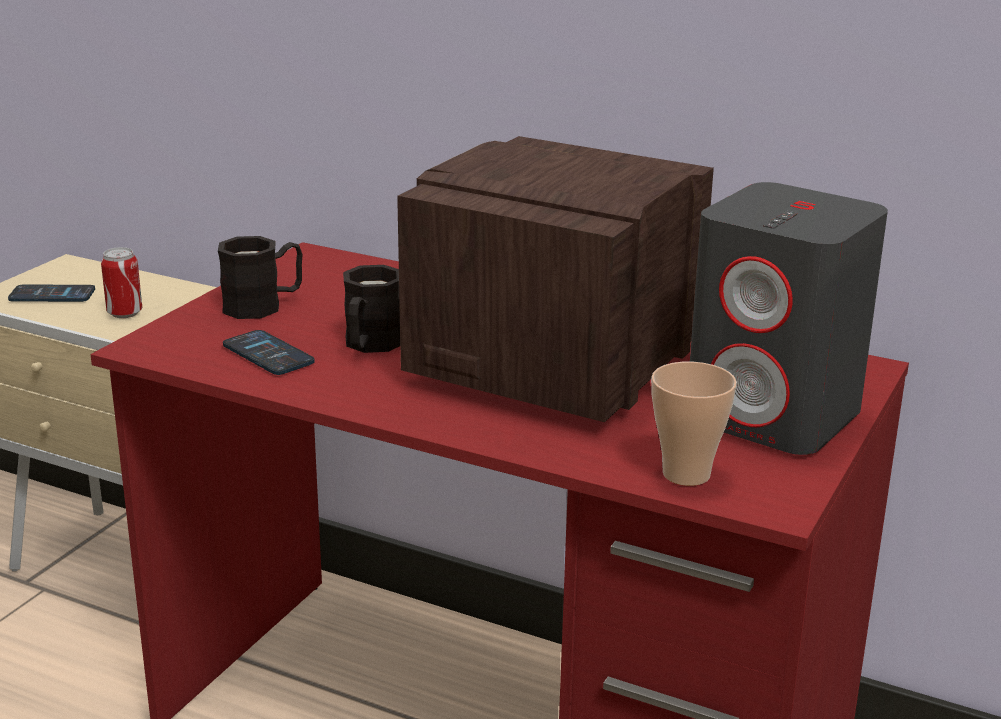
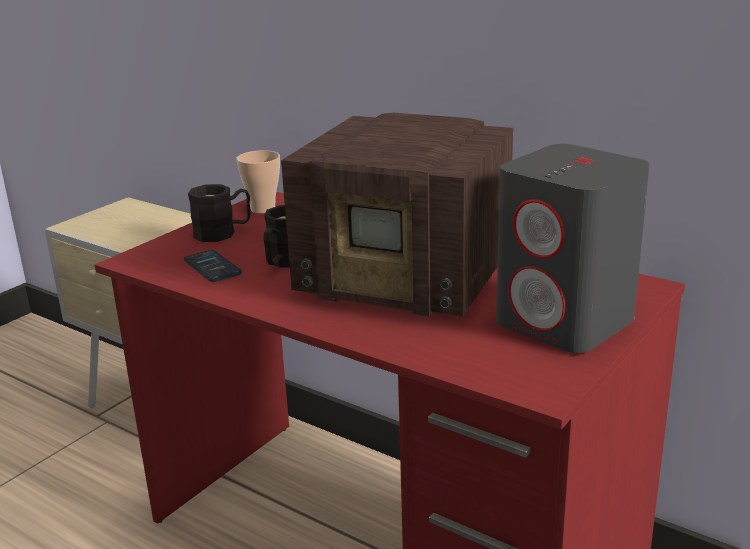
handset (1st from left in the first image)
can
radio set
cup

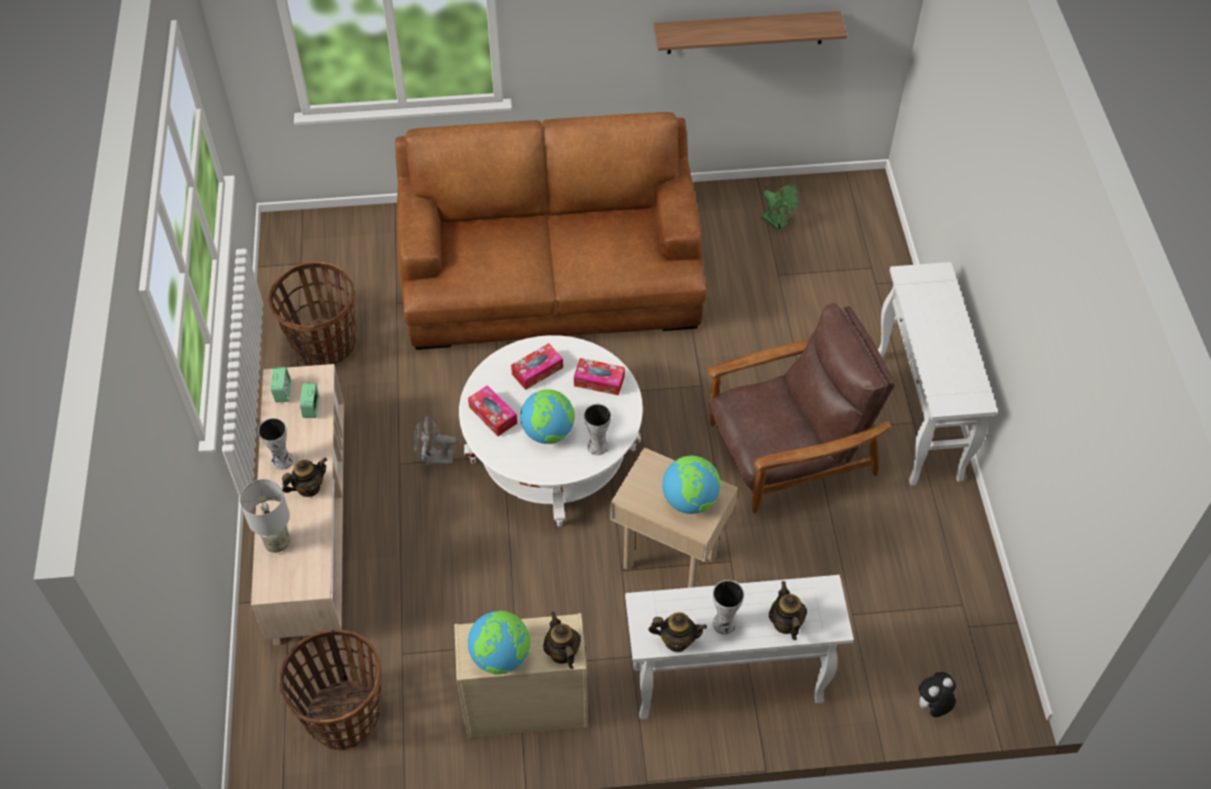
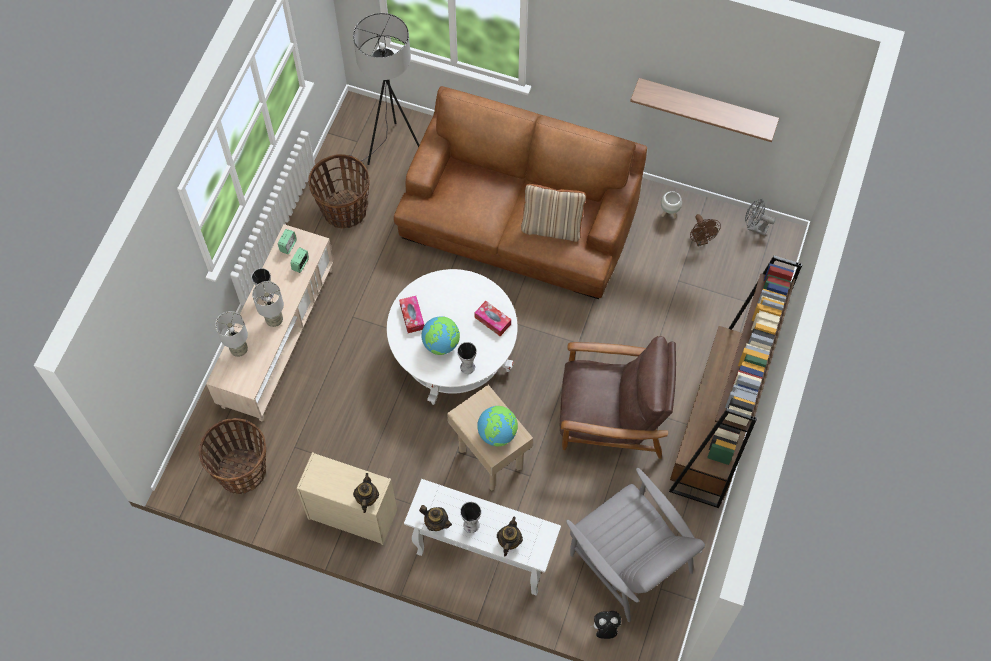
gray lamp for a table (2nd from left)
gray fan
globe (1st from left in the first image)
tissue box (2nd from left in the first image)
brown-coloured fan
brown-coloured bookshelf
gray standard lamp
sand-coloured pillow
gray armchair
white-coloured flower pot

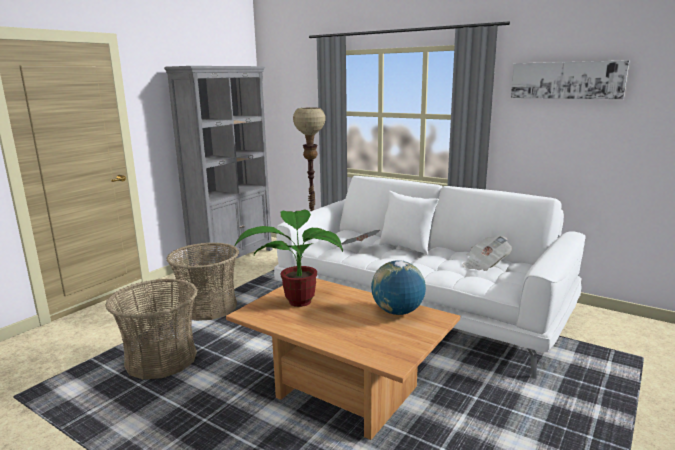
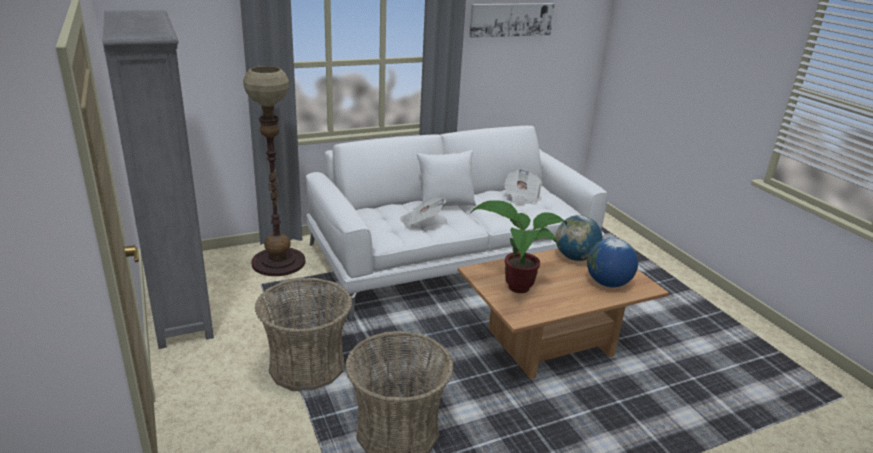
globe (2nd from left)

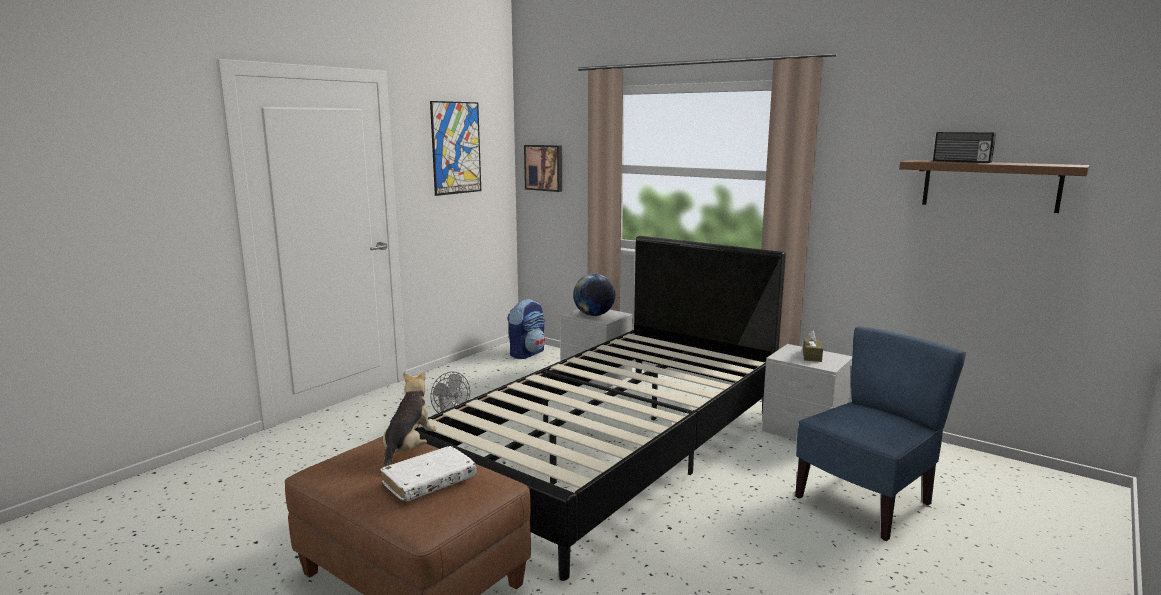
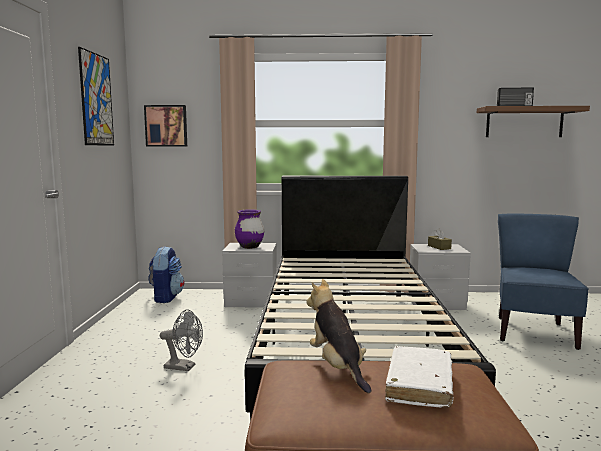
purple vase

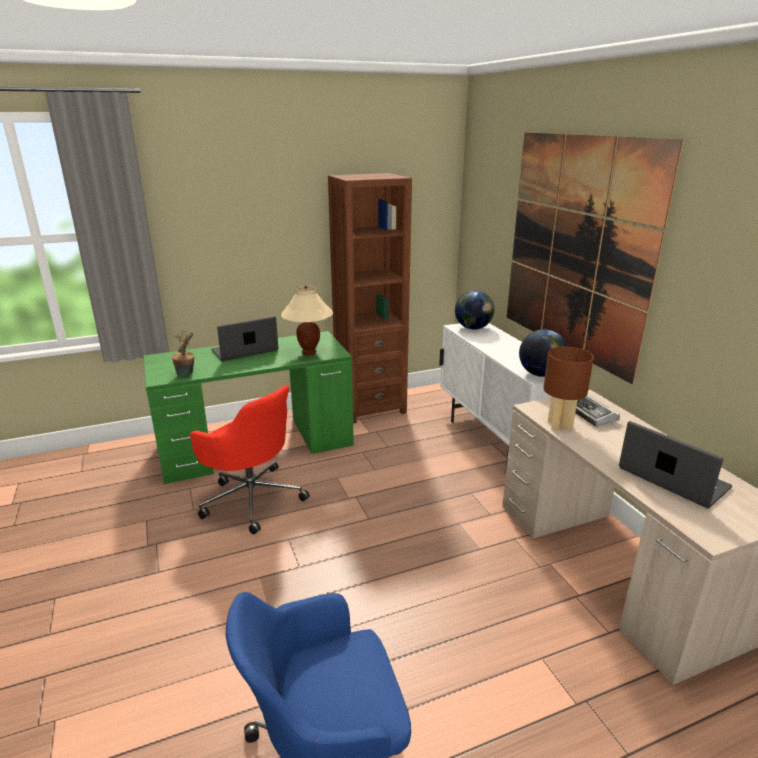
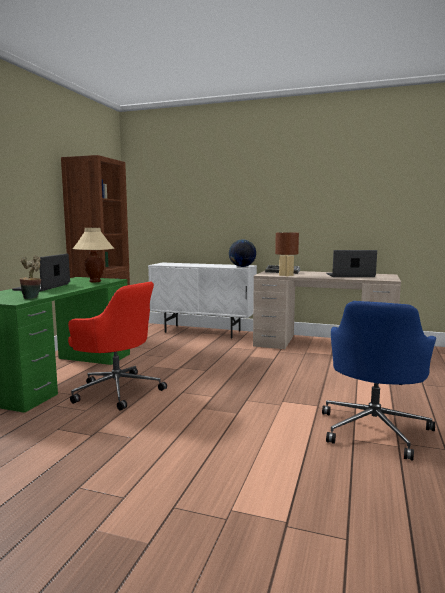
reddish office chair
globe (1st from left in the first image)
picture

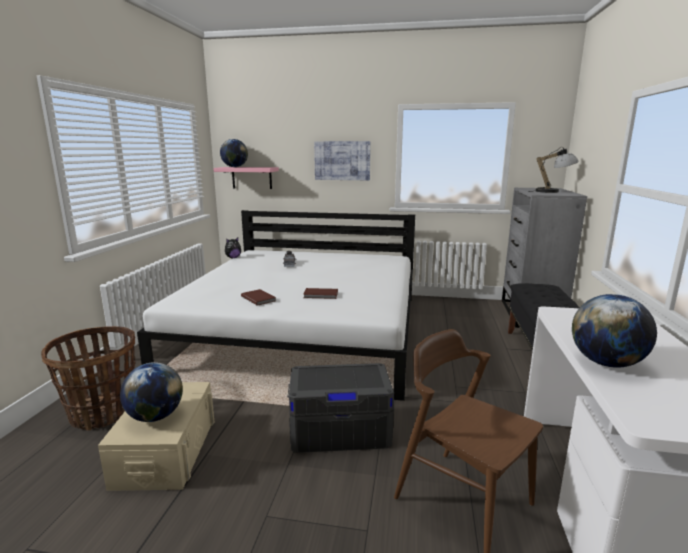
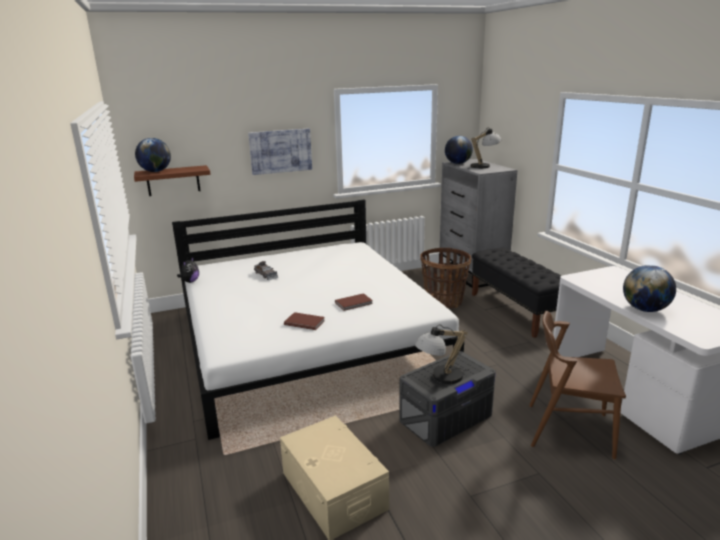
storage basket
globe (2nd from left)
brown-coloured shelf
lamp for a table (1st from left)

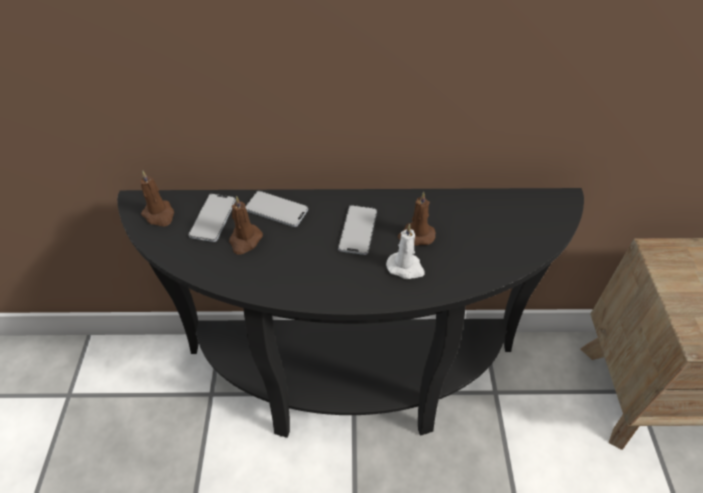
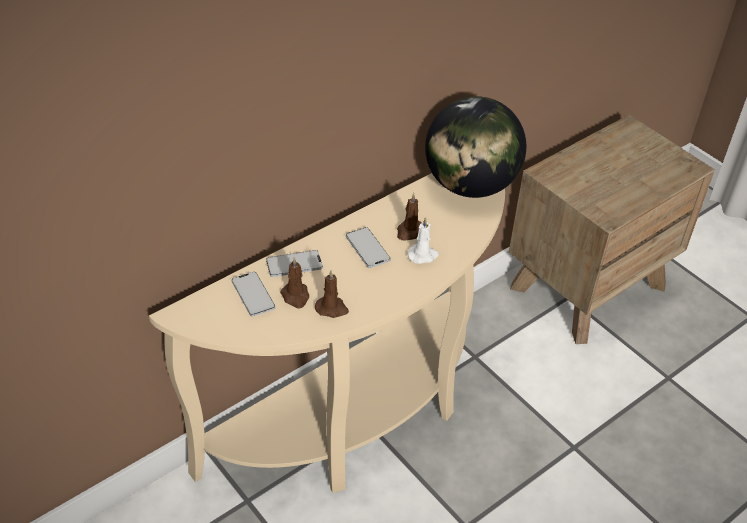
sand-coloured console table
brown-coloured candle (2nd from left)
globe

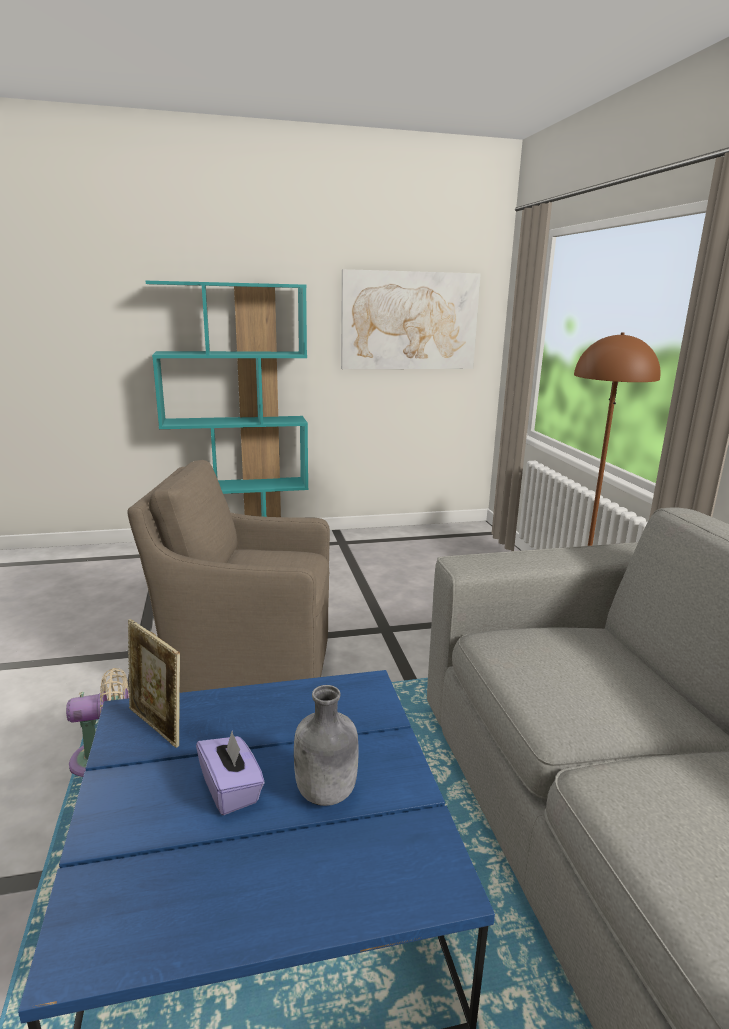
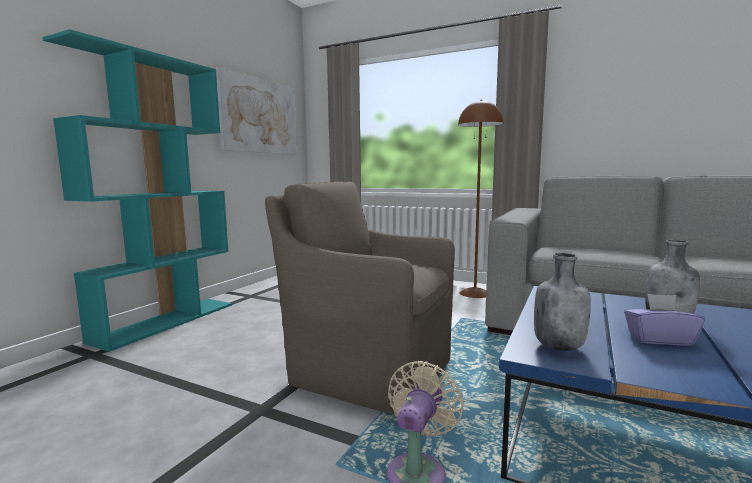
brown-coloured armchair
gray drink bottle (1st from left)

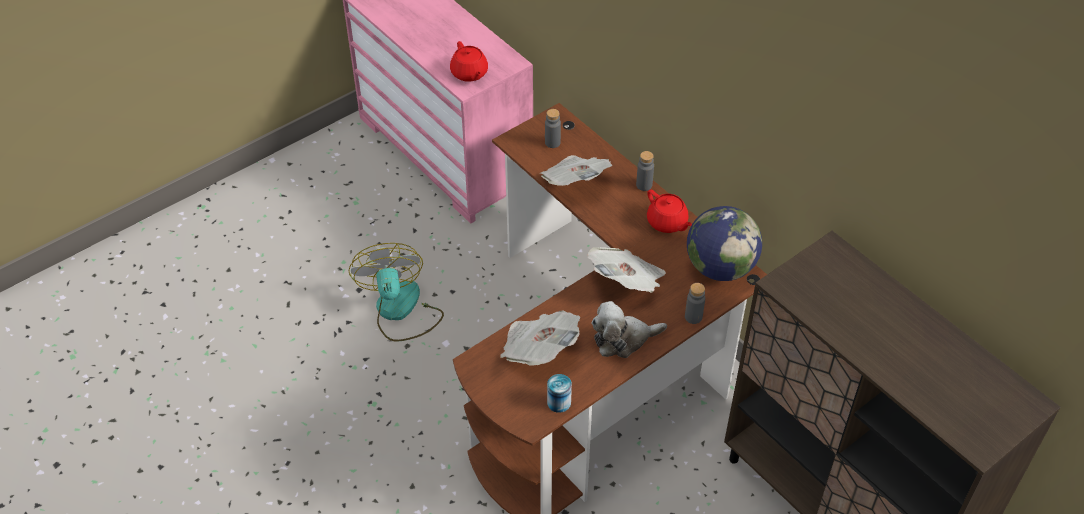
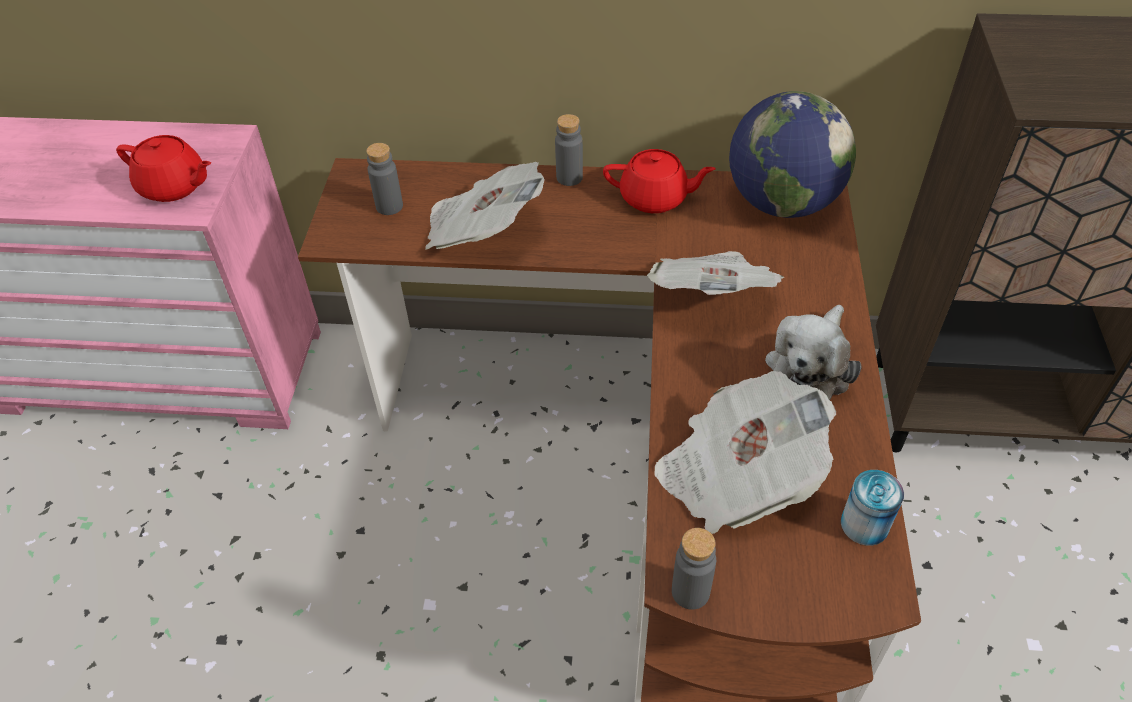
fan
gray drink bottle (3rd from left)

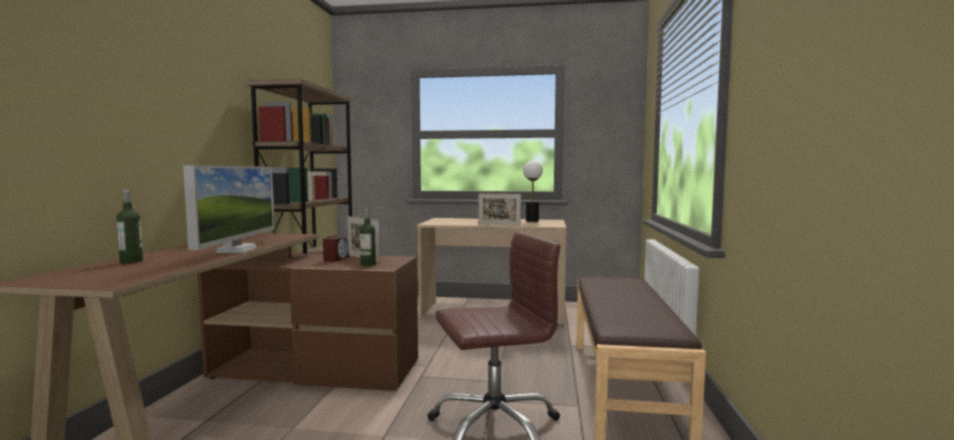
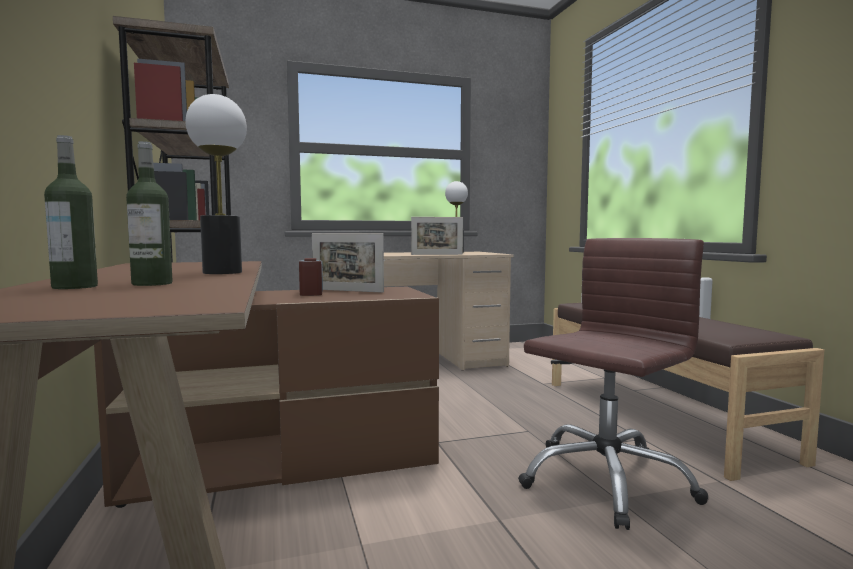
lamp for a table (1st from left)
drink bottle (2nd from left)

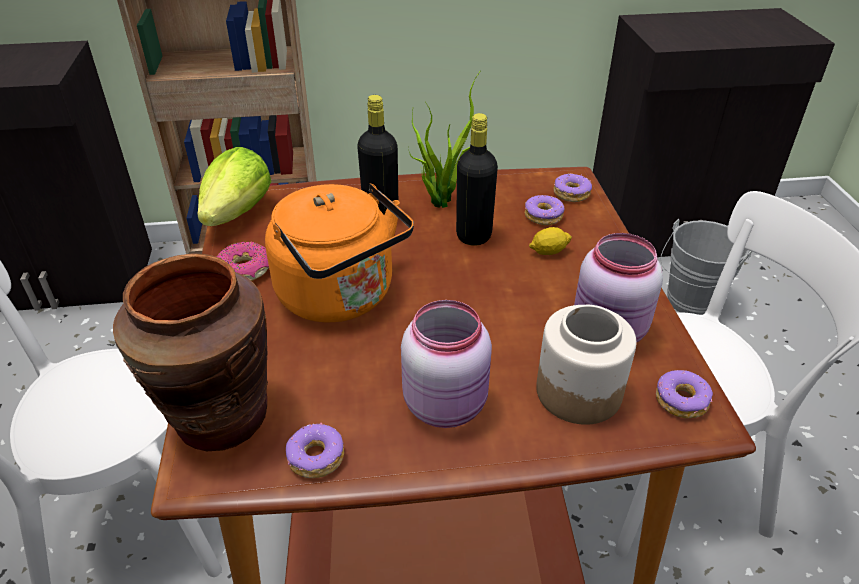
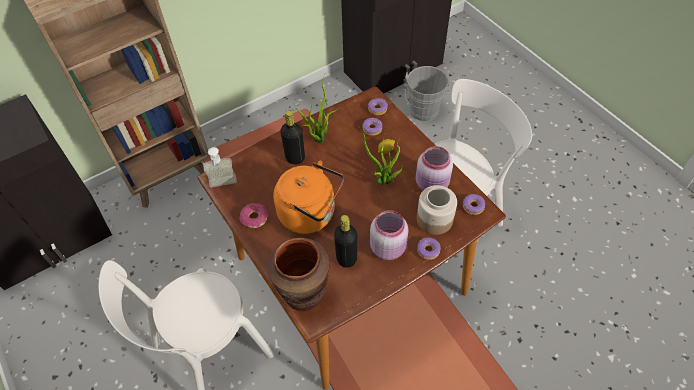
liquid soap bottle
donut (4th from left)
blackish drink bottle (2nd from left)
houseplant (2nd from left)

